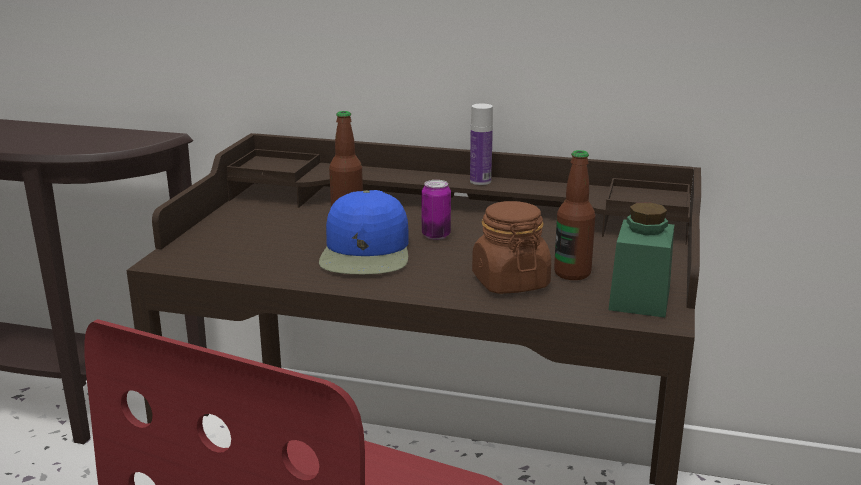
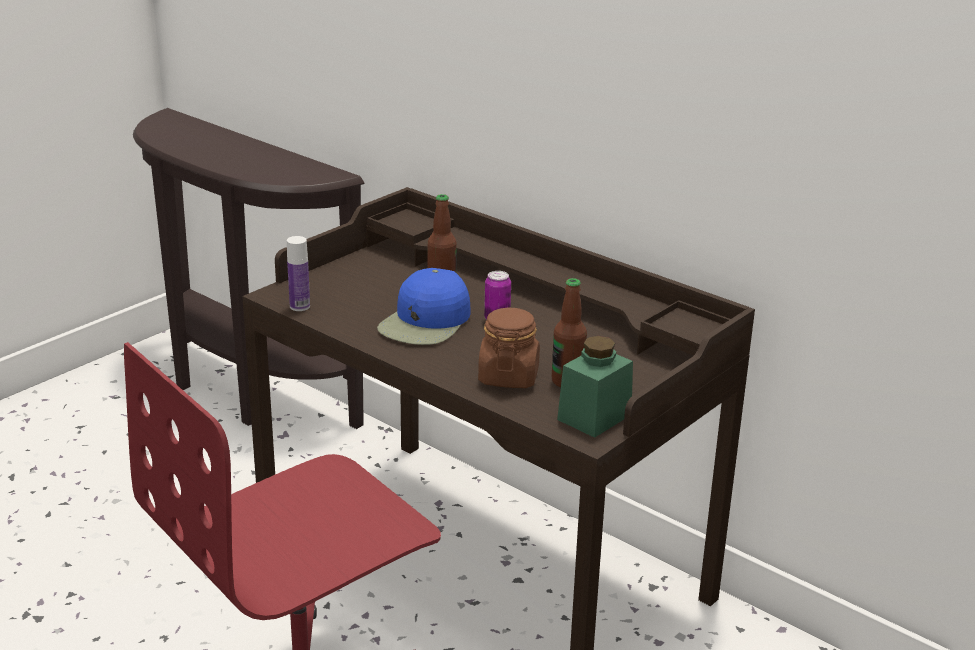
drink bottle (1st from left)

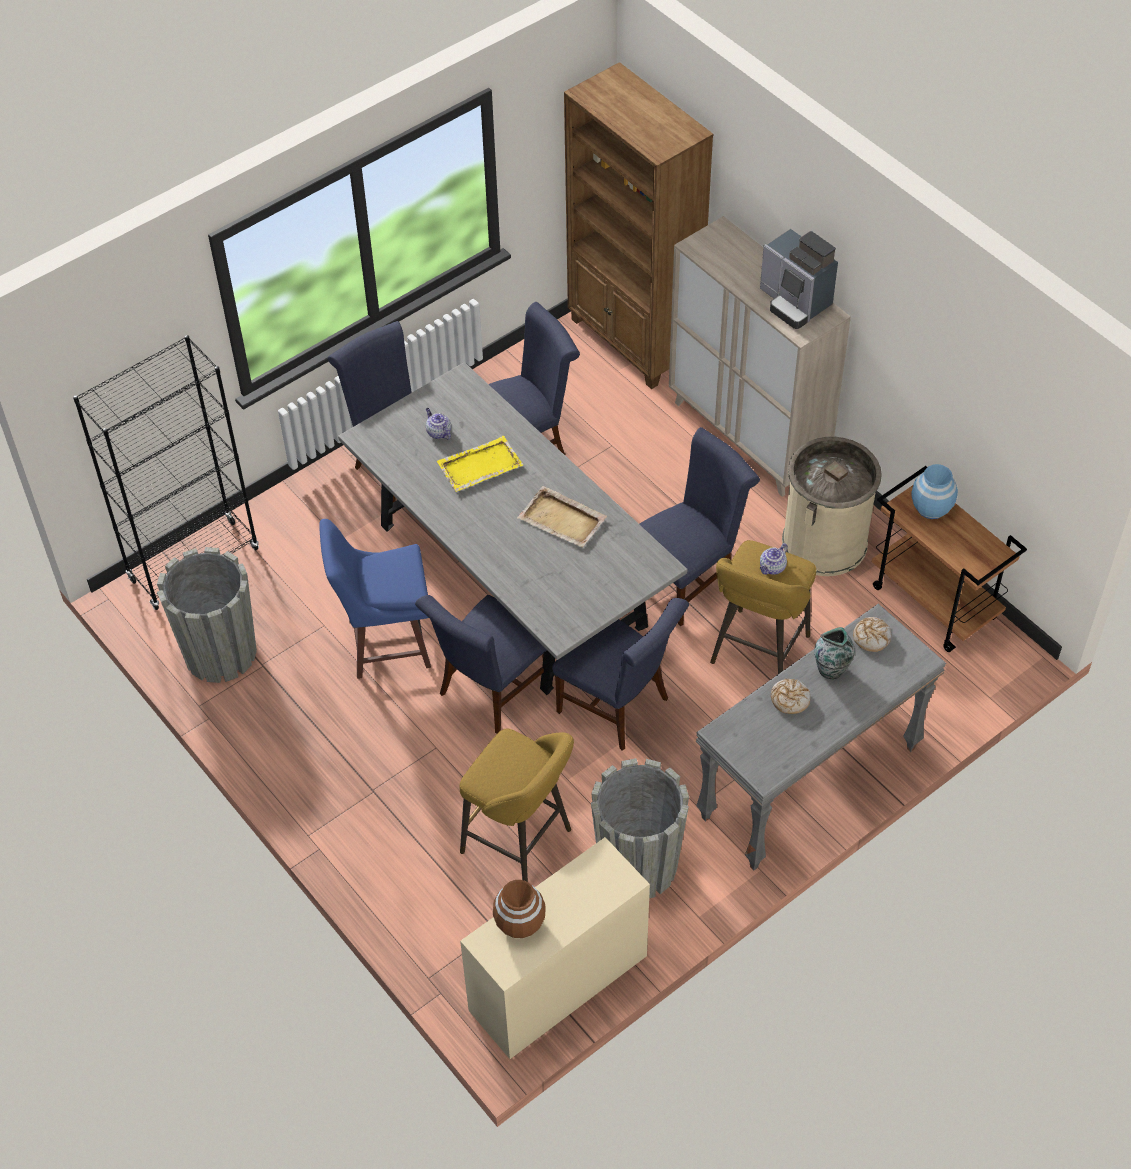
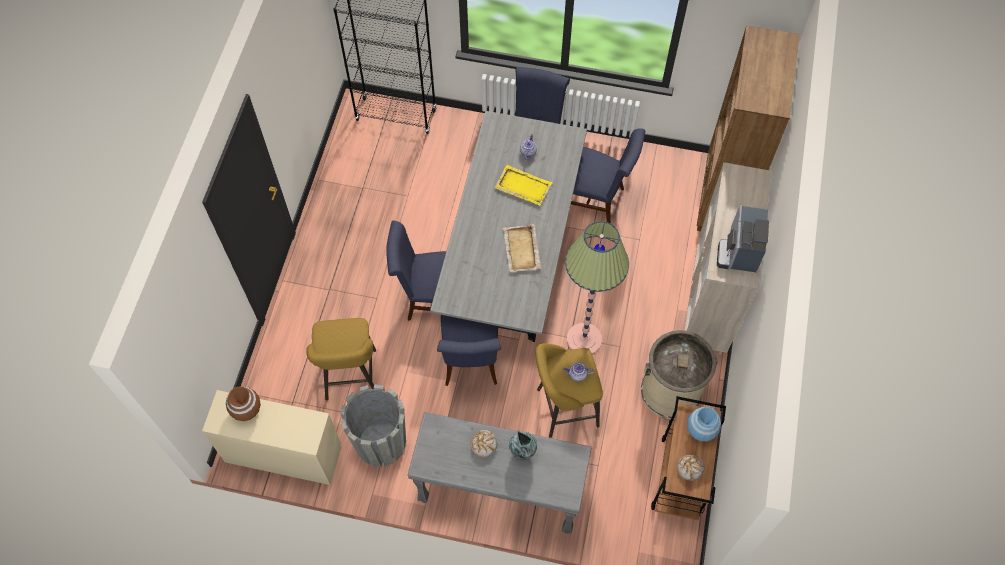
gray flower pot (1st from left in the first image)
bluish stool seat
standard lamp
bread (2nd from left)

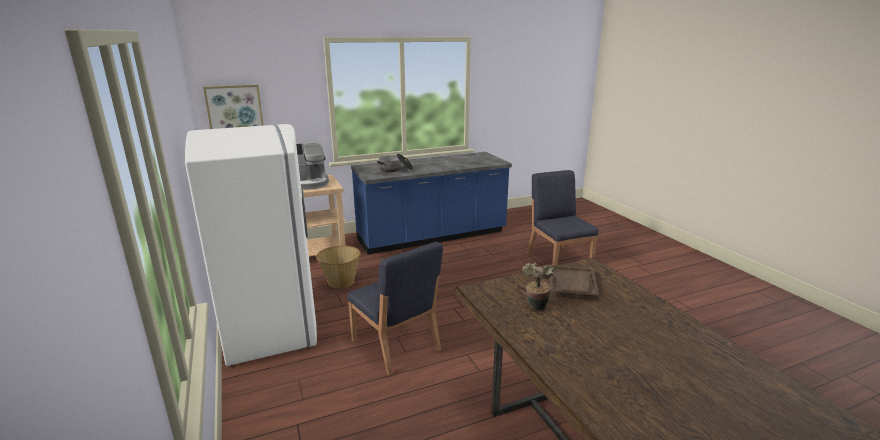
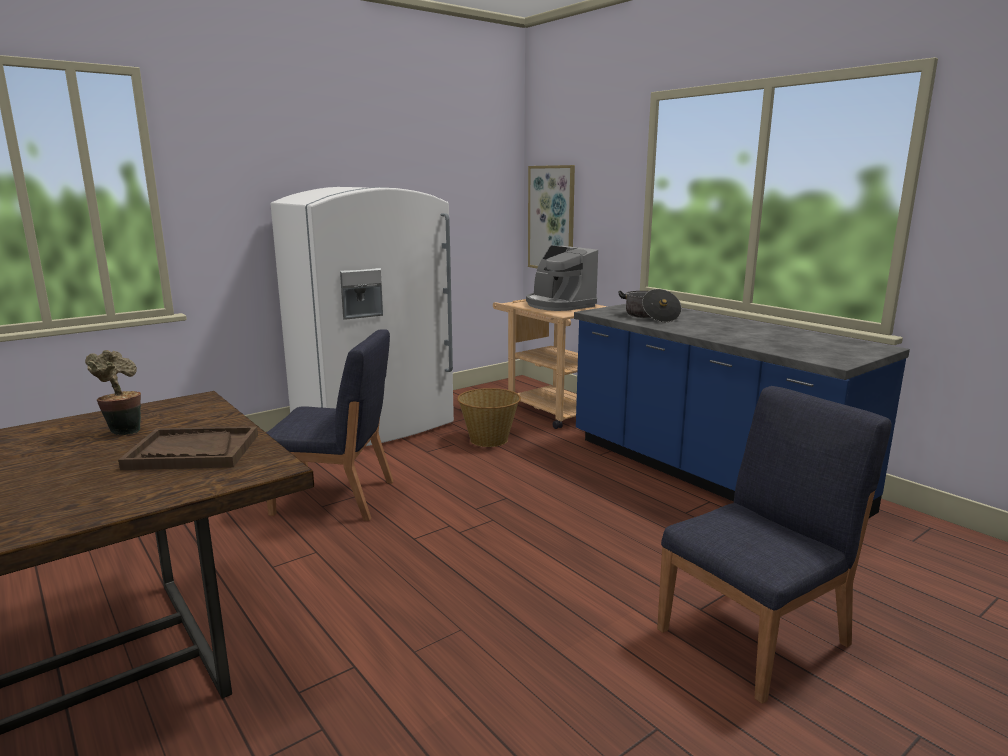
bluish plain chair (1st from left)

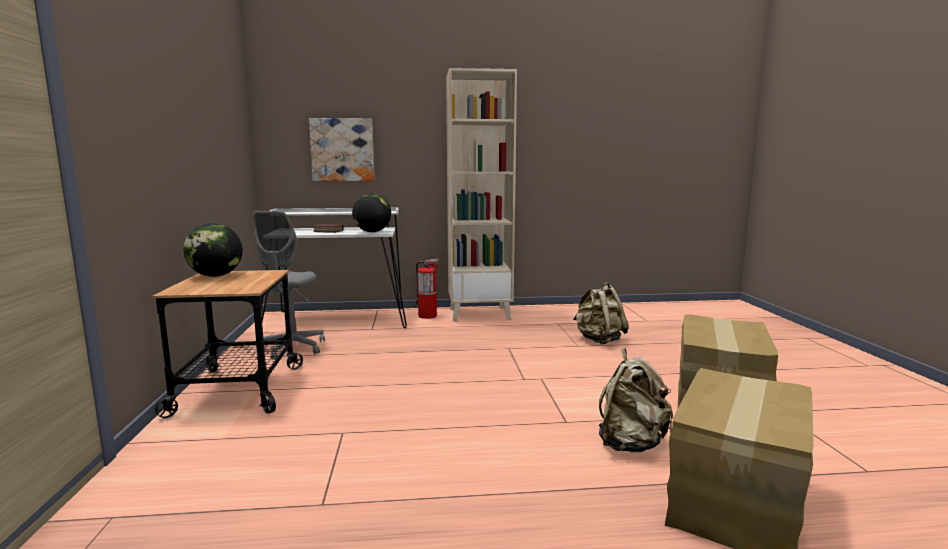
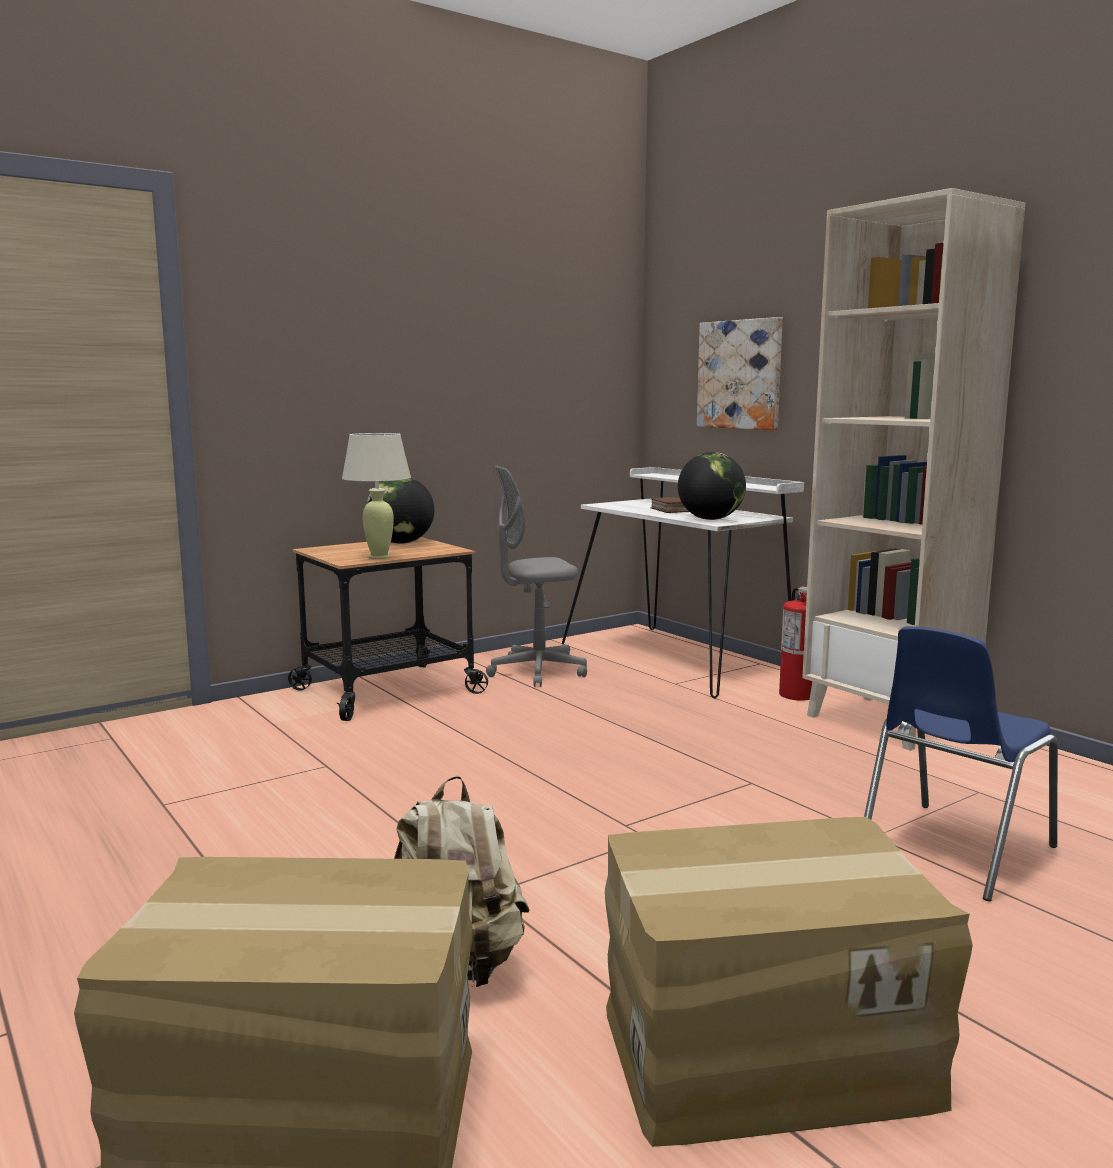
bluish plain chair
sand-coloured lamp for a table

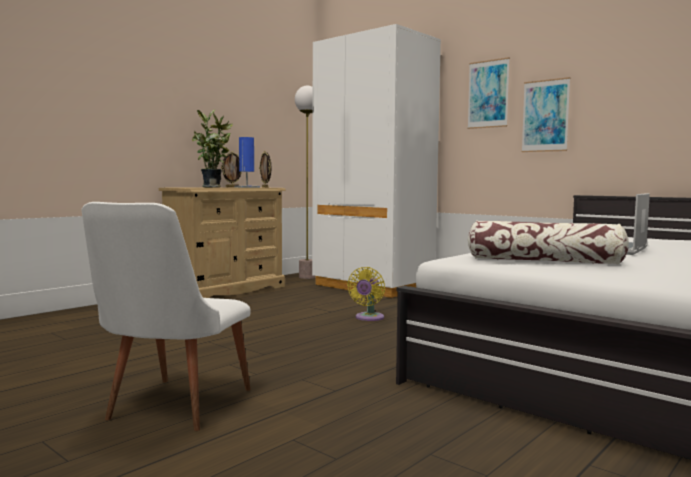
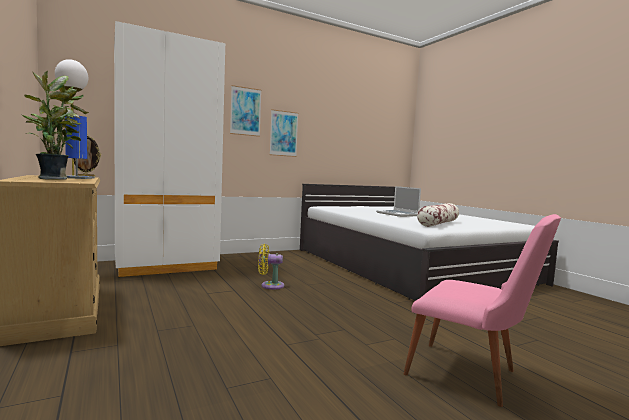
pink-coloured plain chair
standing frame (1st from left in the first image)
yellowish fan

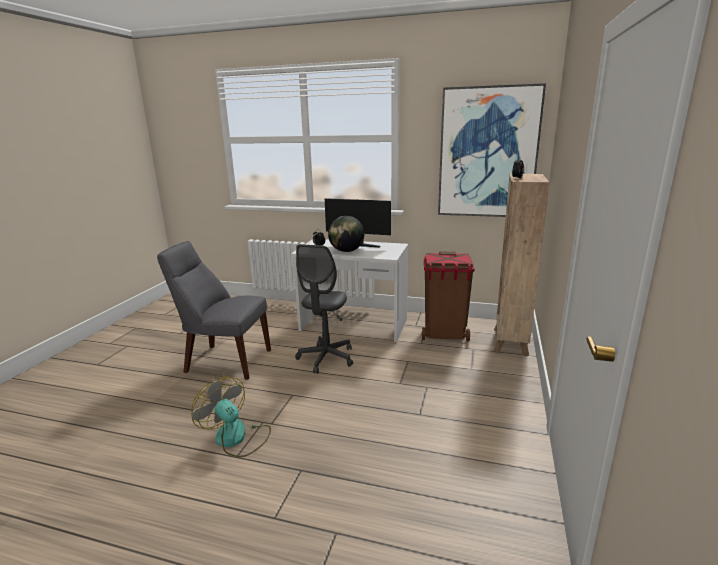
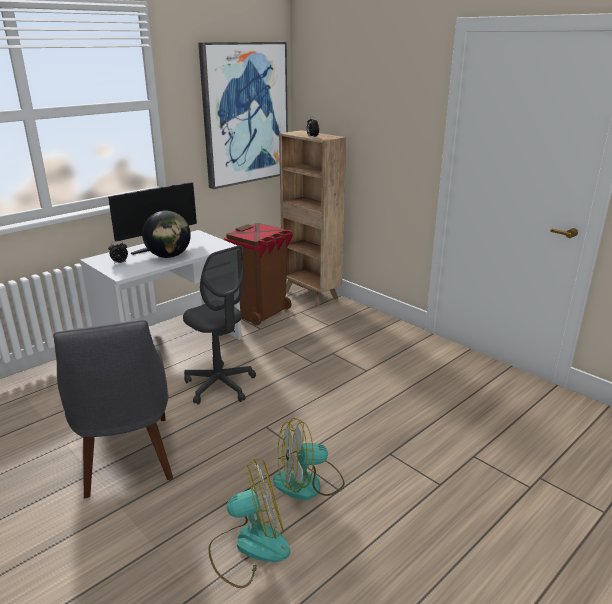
gray plain chair
fan (1st from left)

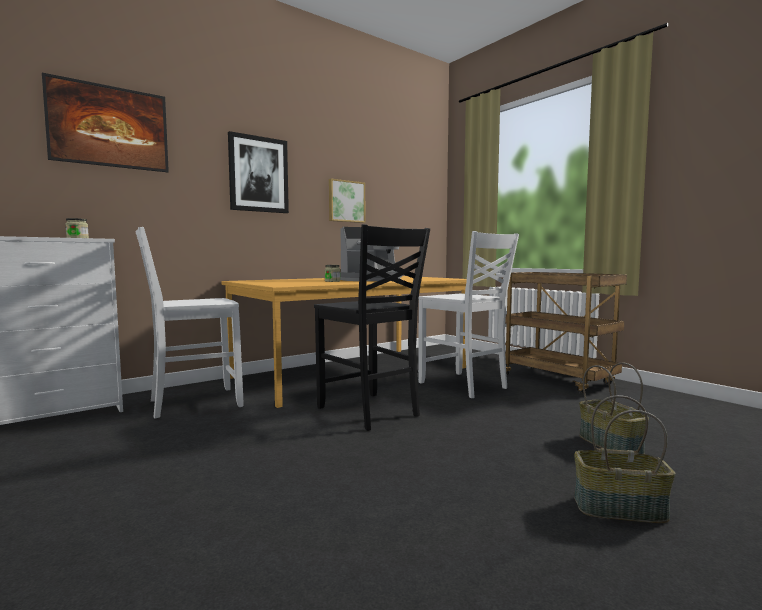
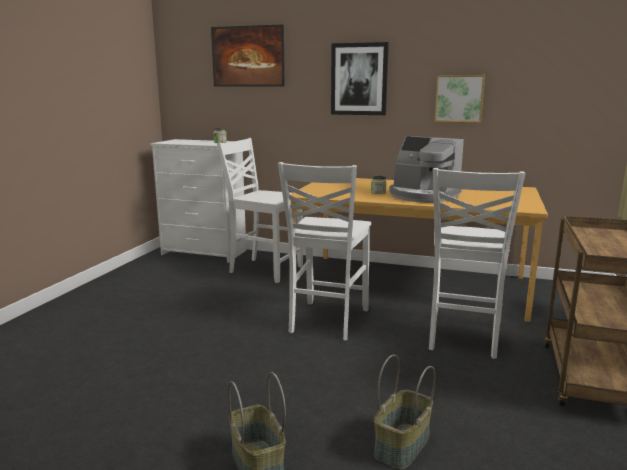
white-coloured plain chair (2nd from left)

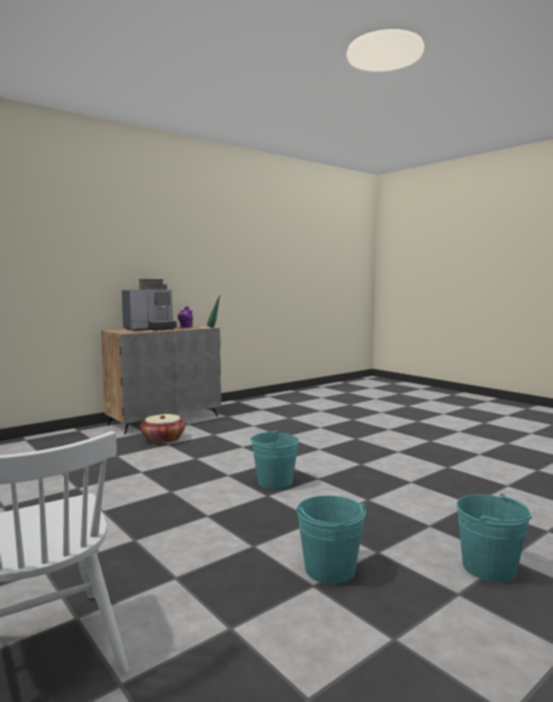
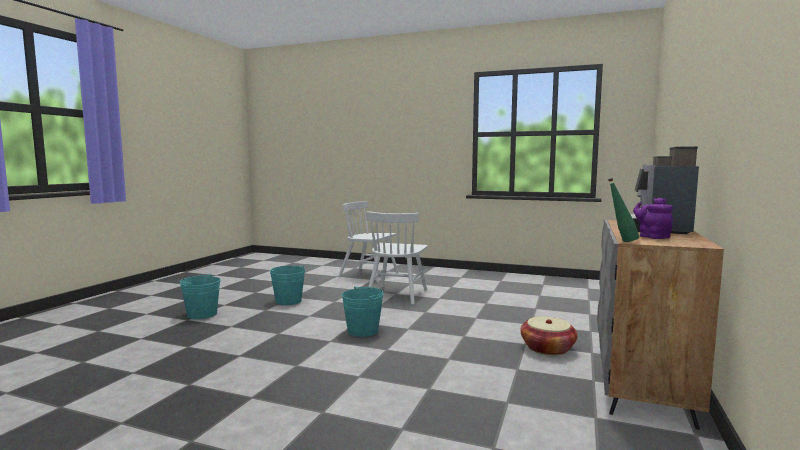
white-coloured plain chair (2nd from left)

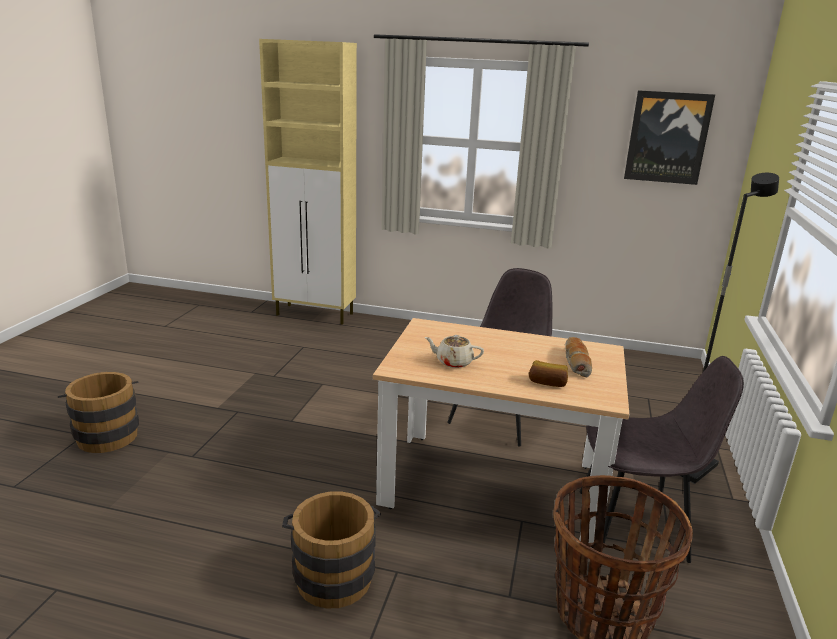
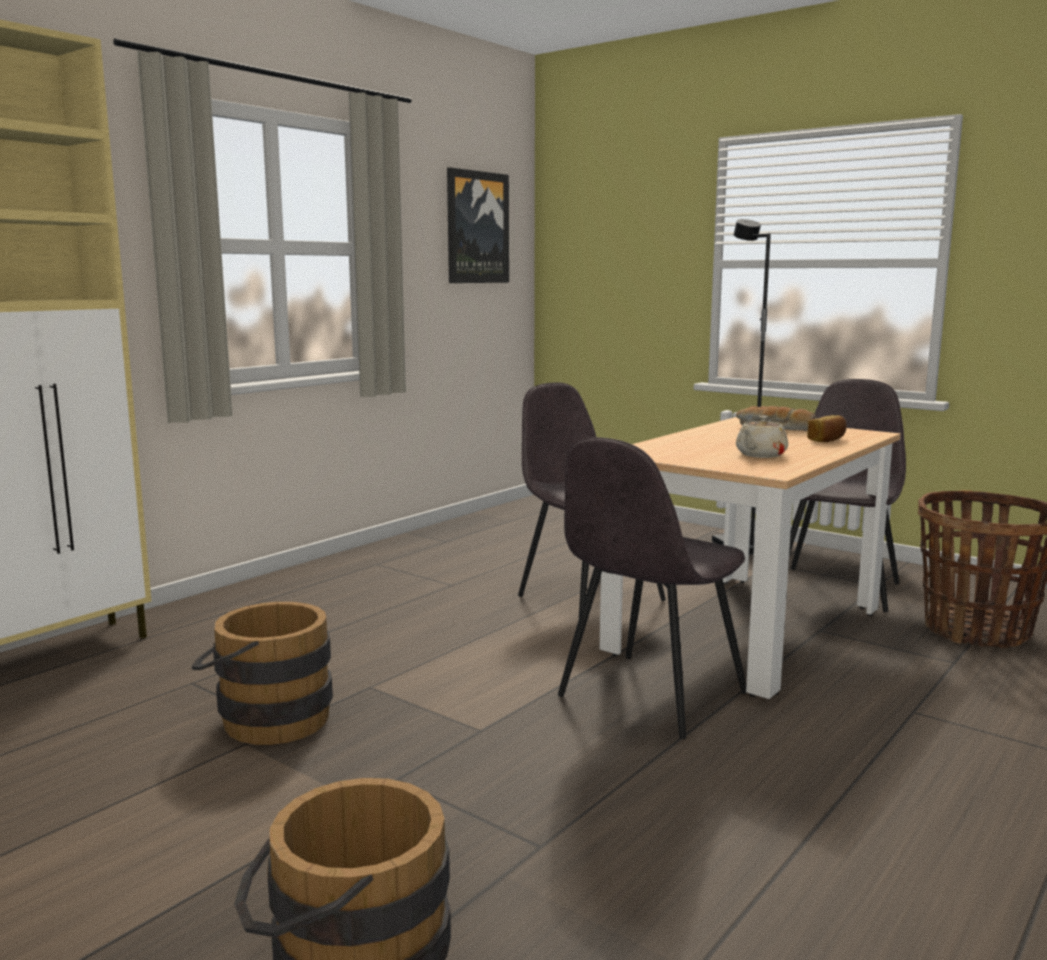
brown-coloured pail (1st from left)
gray plain chair (2nd from left)

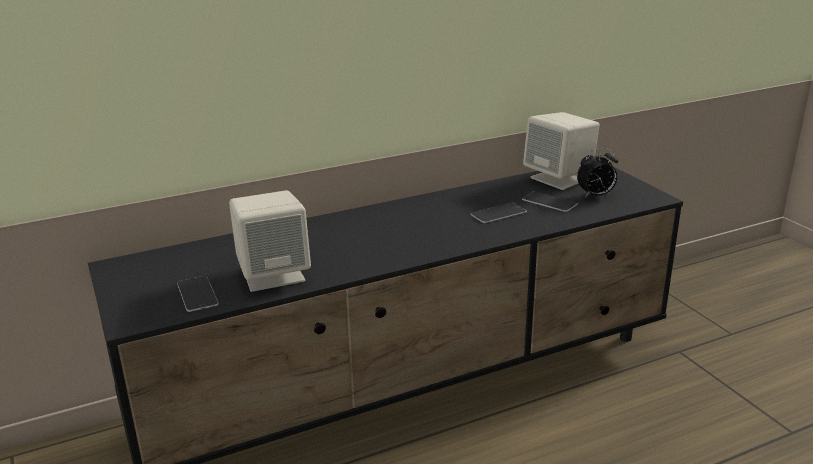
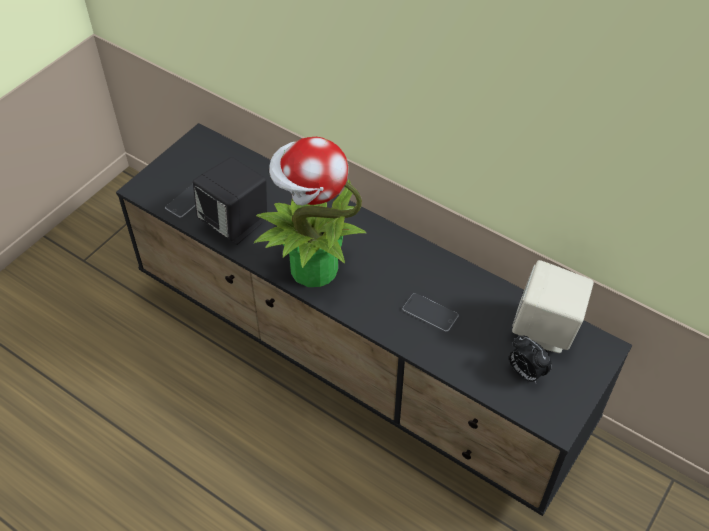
blackish loudspeaker
handset (3rd from left in the first image)
houseplant

